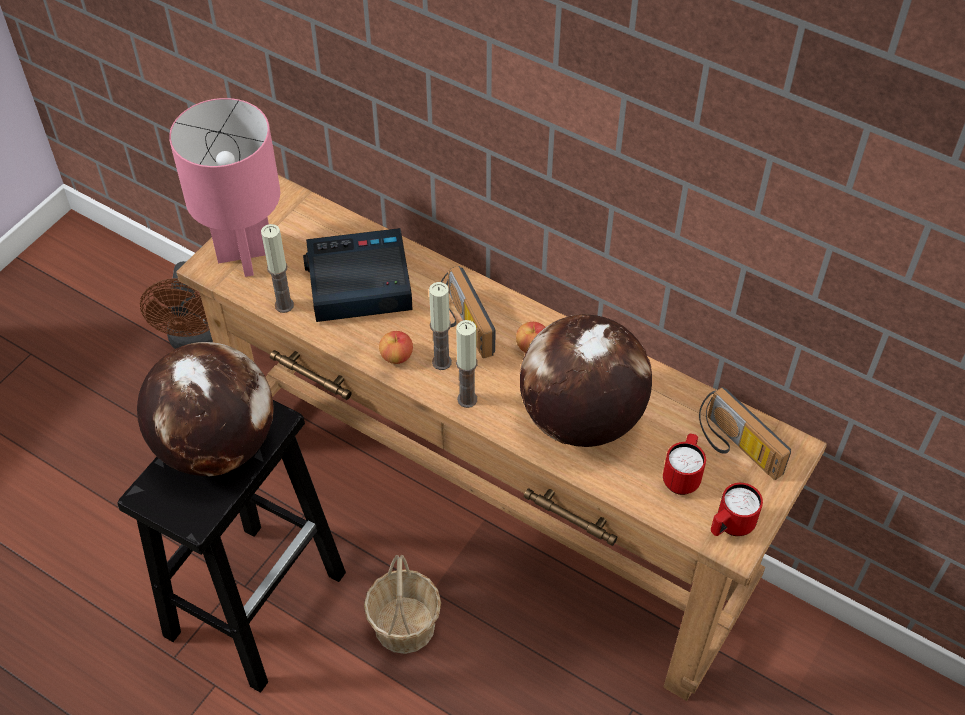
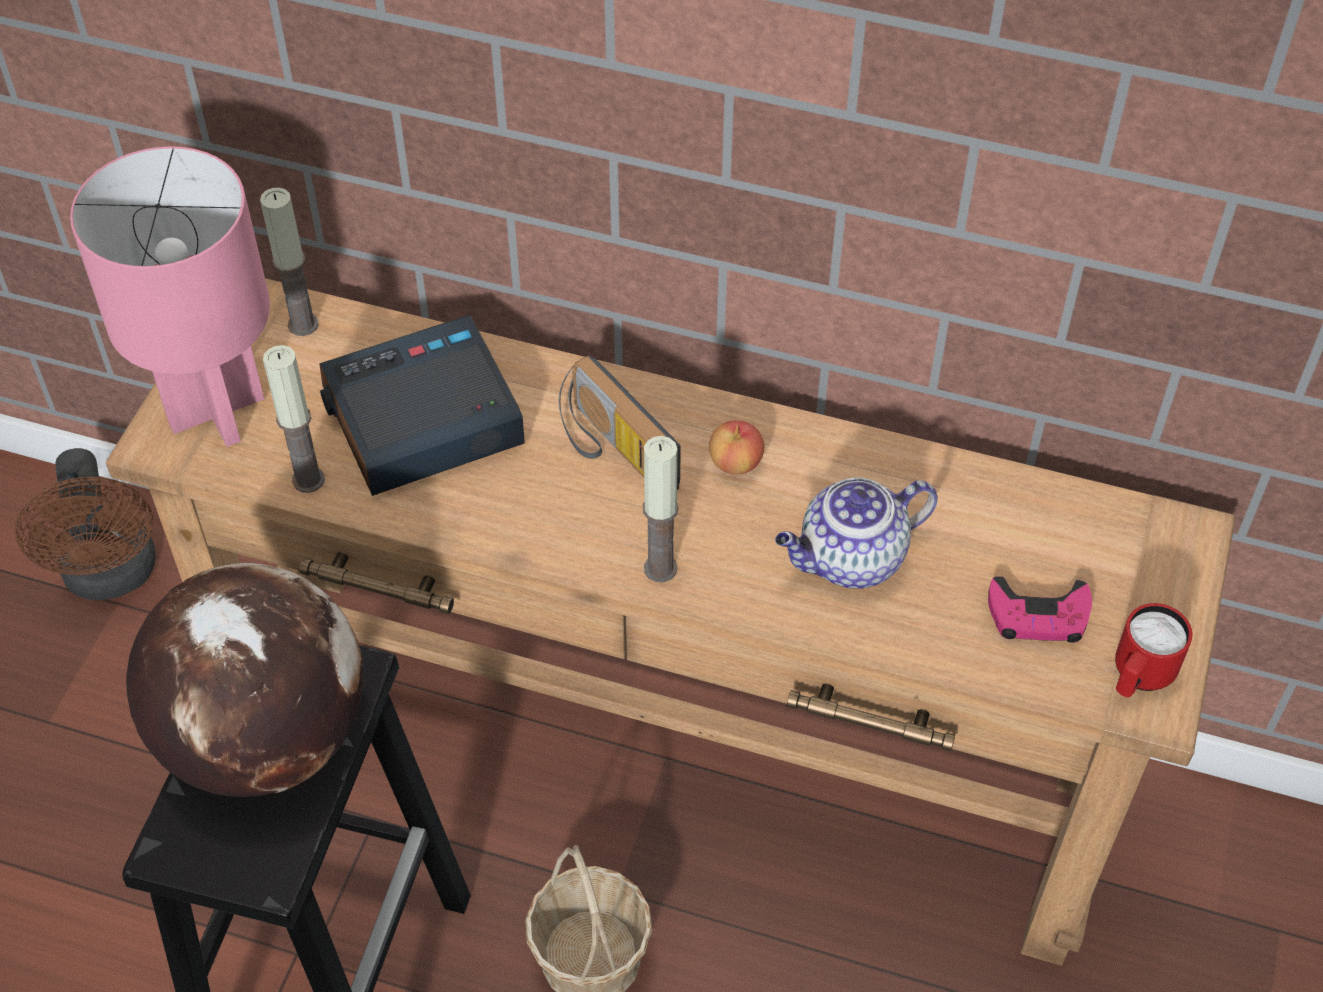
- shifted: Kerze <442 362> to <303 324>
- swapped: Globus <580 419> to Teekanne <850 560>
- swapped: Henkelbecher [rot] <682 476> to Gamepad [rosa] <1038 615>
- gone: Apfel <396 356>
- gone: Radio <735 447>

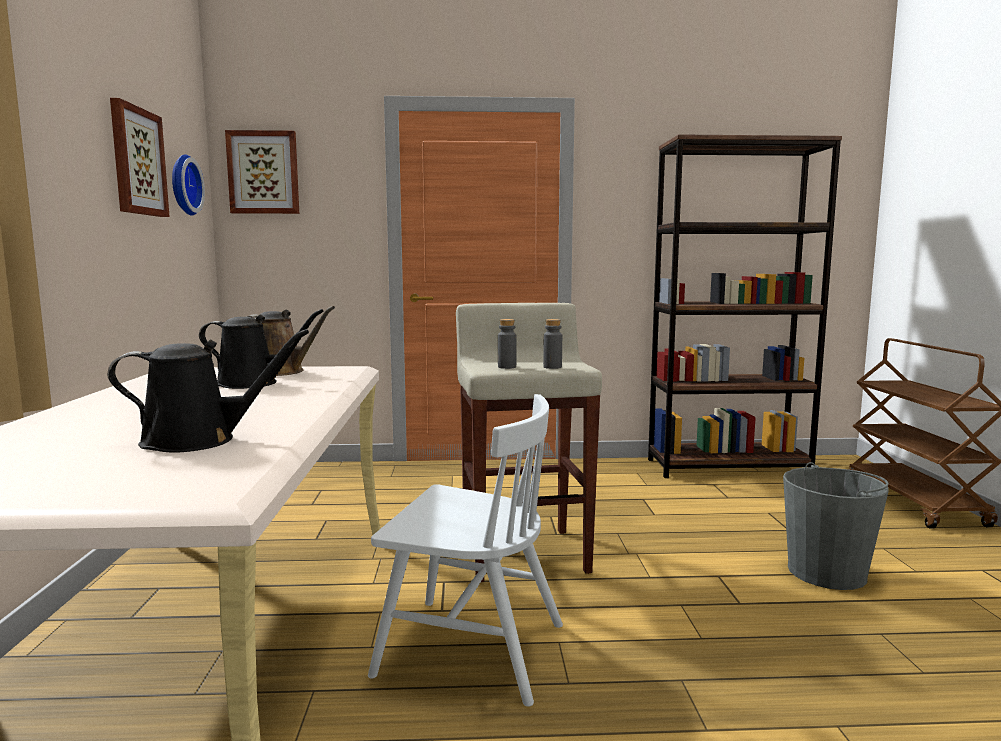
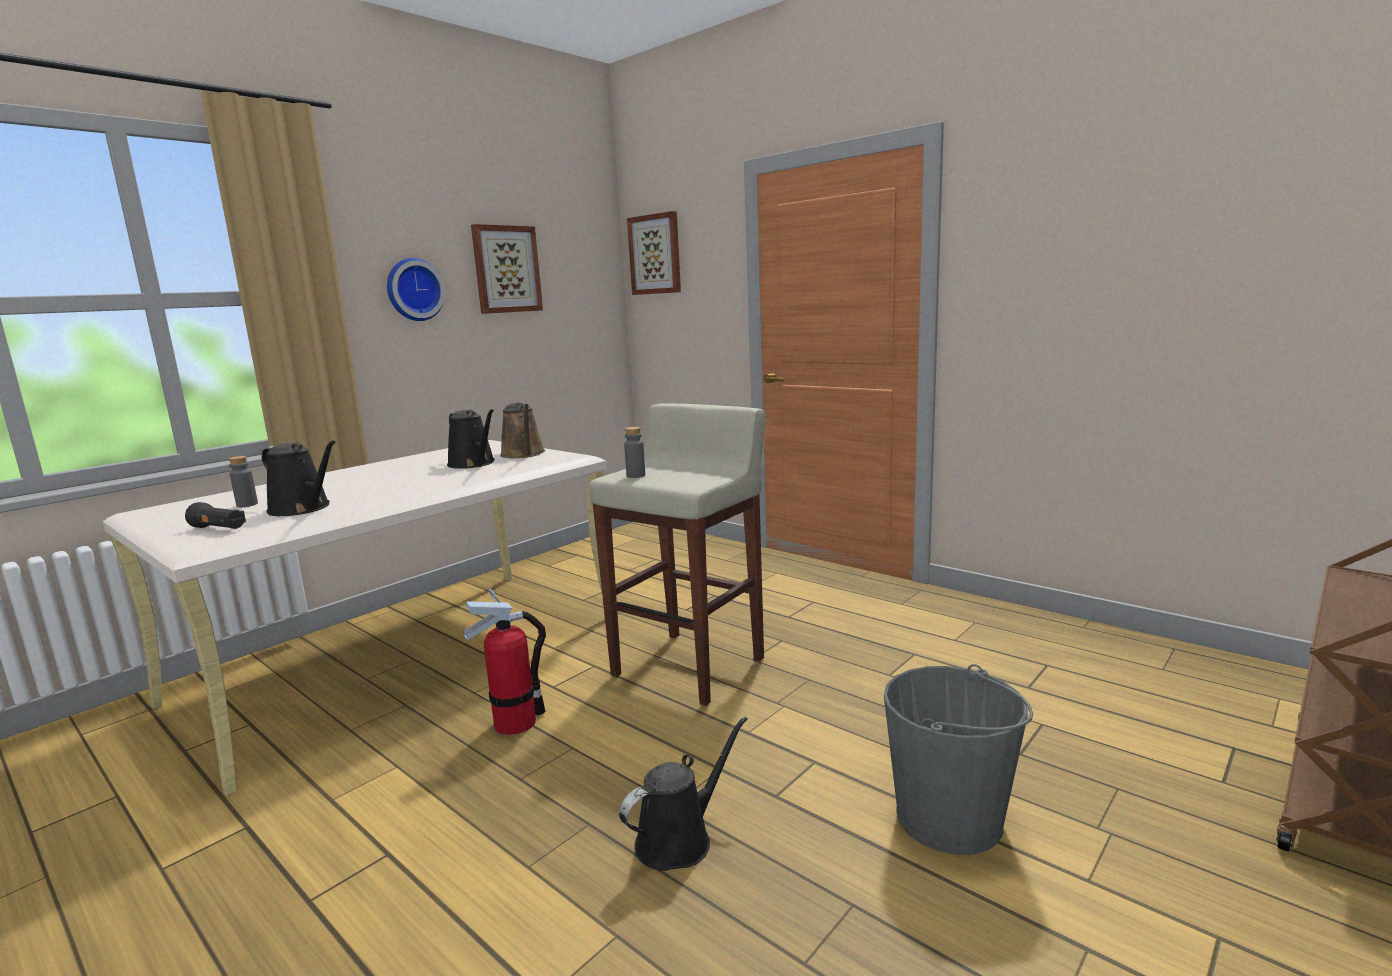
- new: Taschenlampe [schwarz] <219 529>
- shifted: Flasche [grau] <552 367> to <247 505>
- shifted: Wanduhr <183 185> to <413 290>
- swapped: Stuhl [weiß] <470 649> to Feuerlöscher <515 722>
- new: Gießkanne [schwarz] <679 839>
- gone: Bücherregal [braun] <728 467>

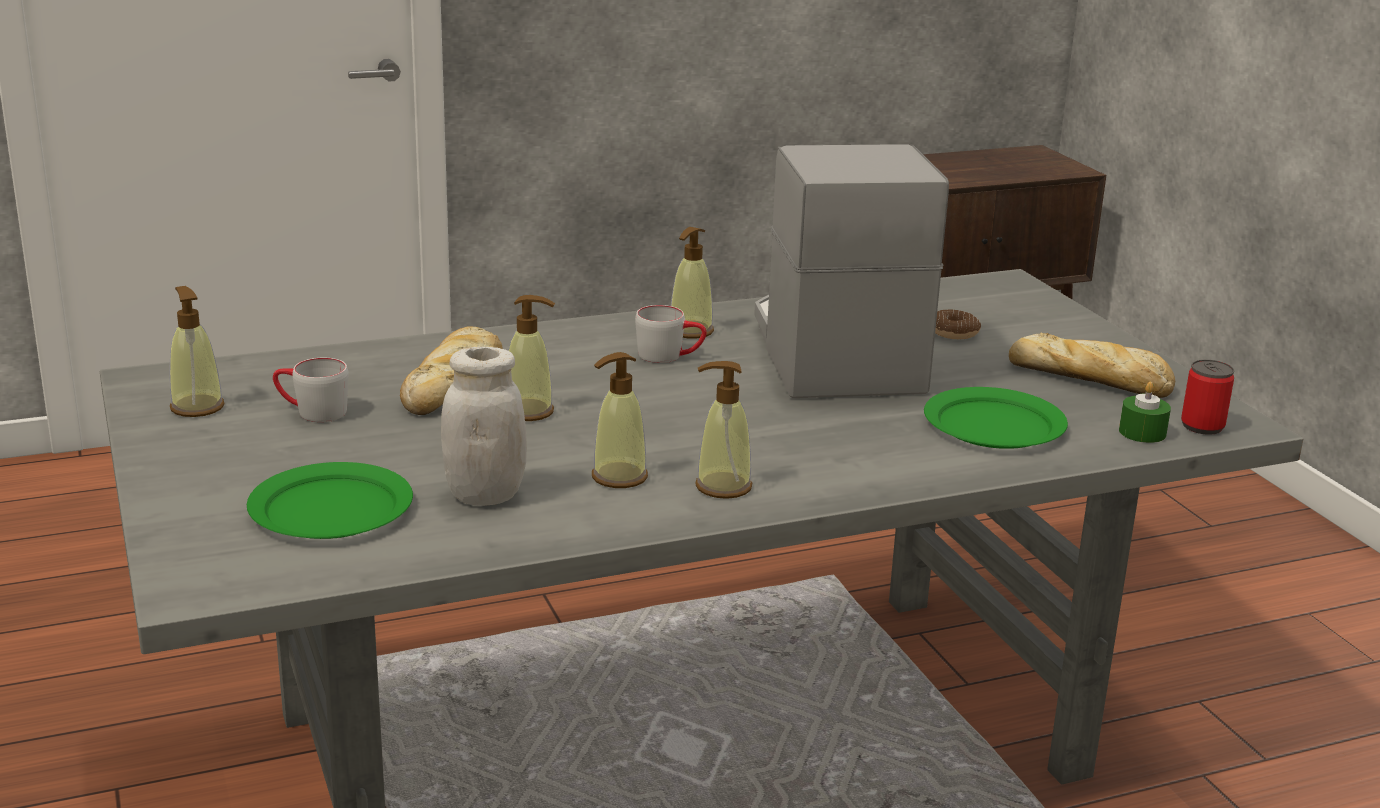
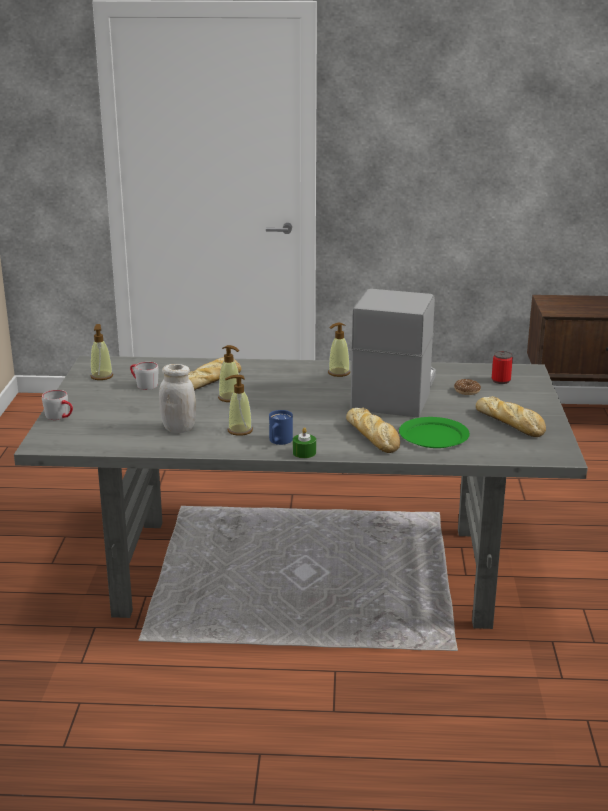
- shifted: Henkelbecher [grau] <670 356> to <60 417>
- swapped: Seifenspender <723 487> to Henkelbecher [blau] <279 442>
- shifted: Kerze [grün] <1142 432> to <304 453>
- new: Brot <373 436>
- shifted: Dose <1202 426> to <501 380>
- gone: Teller [grün] <330 508>

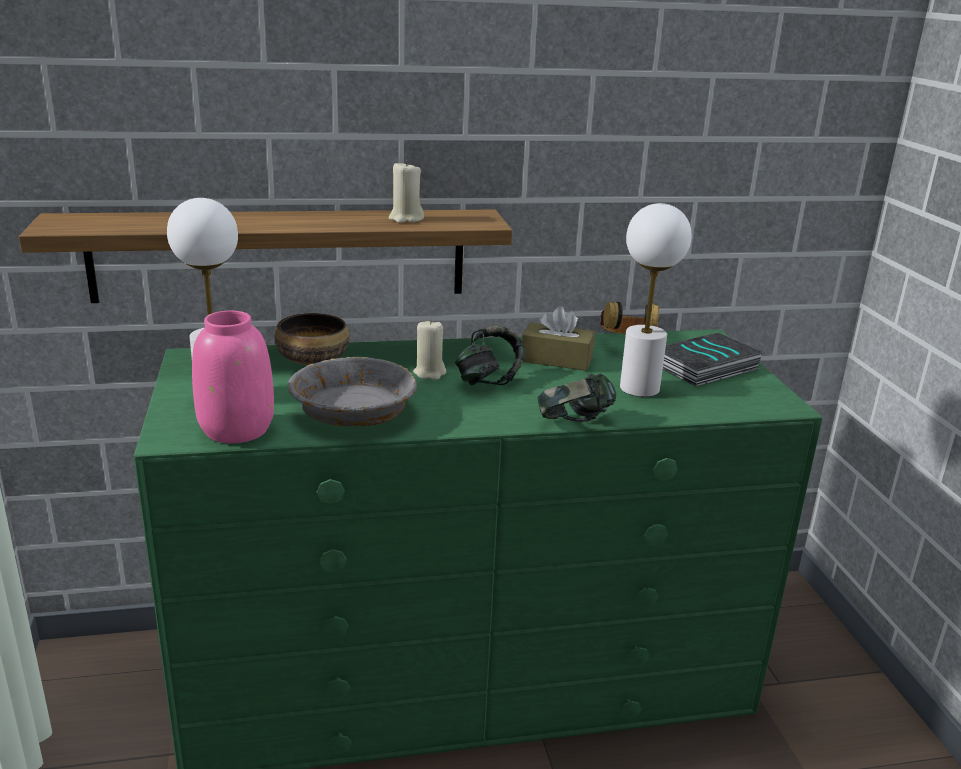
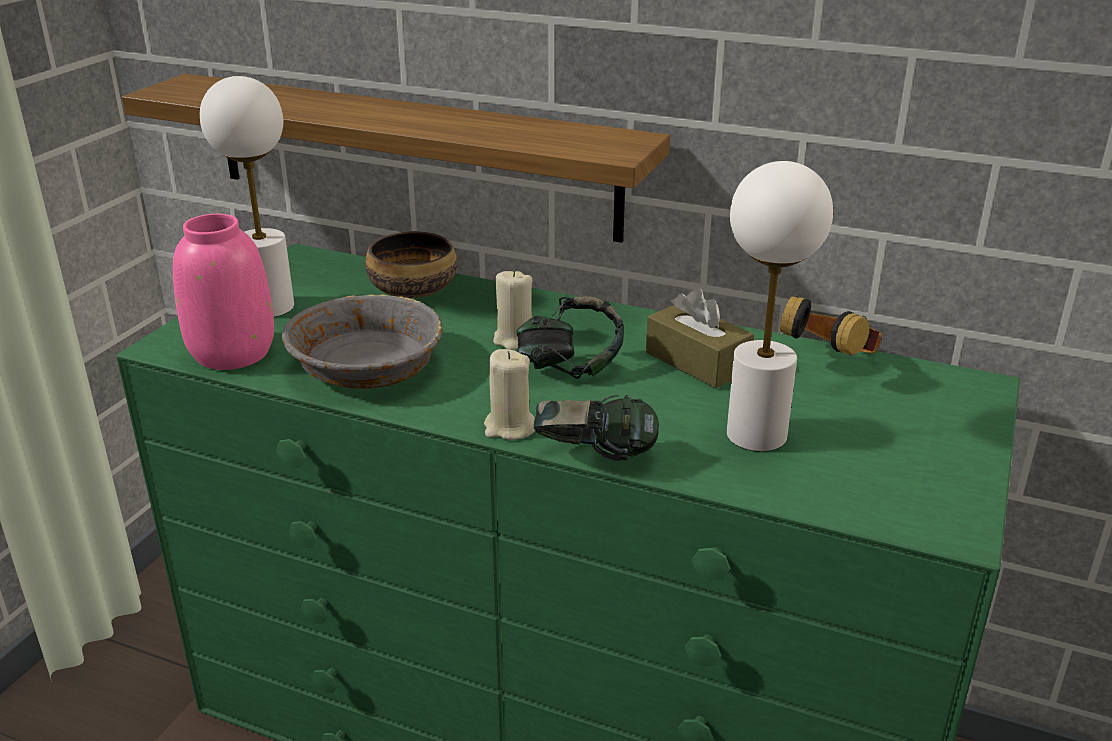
- shifted: Kerze [beige] <406 218> to <509 427>
- gone: Buch <706 367>

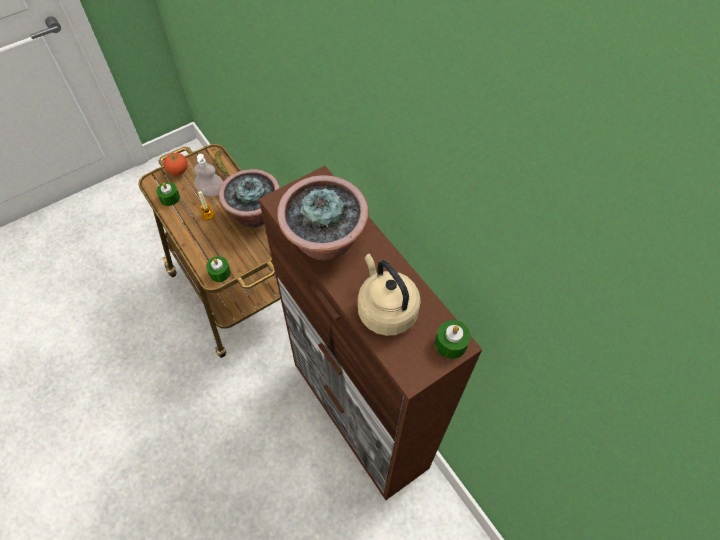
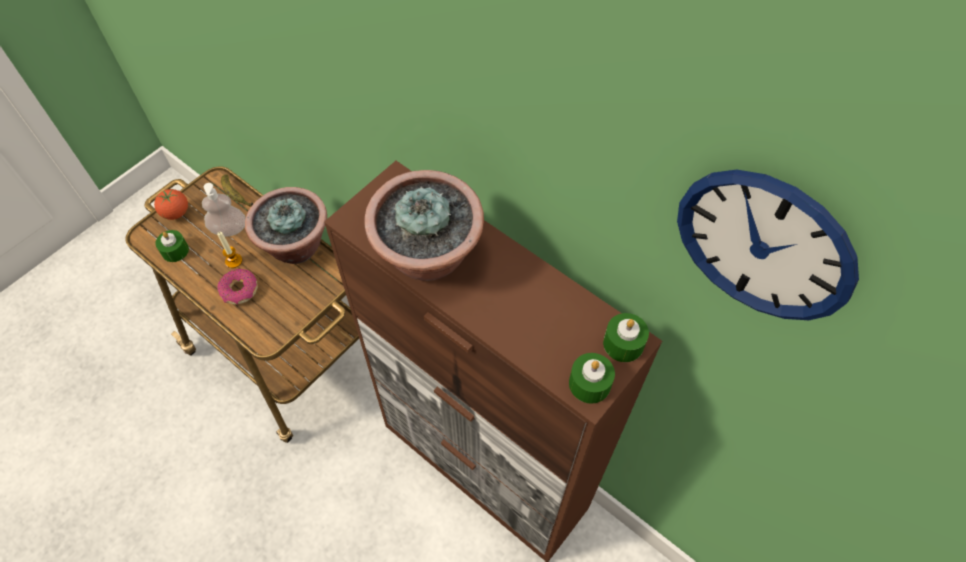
- new: Donut <239 290>
- shifted: Kerze [grün] <220 272> to <589 383>
- new: Wanduhr <763 246>
- gone: Wasserkessel [beige] <385 309>

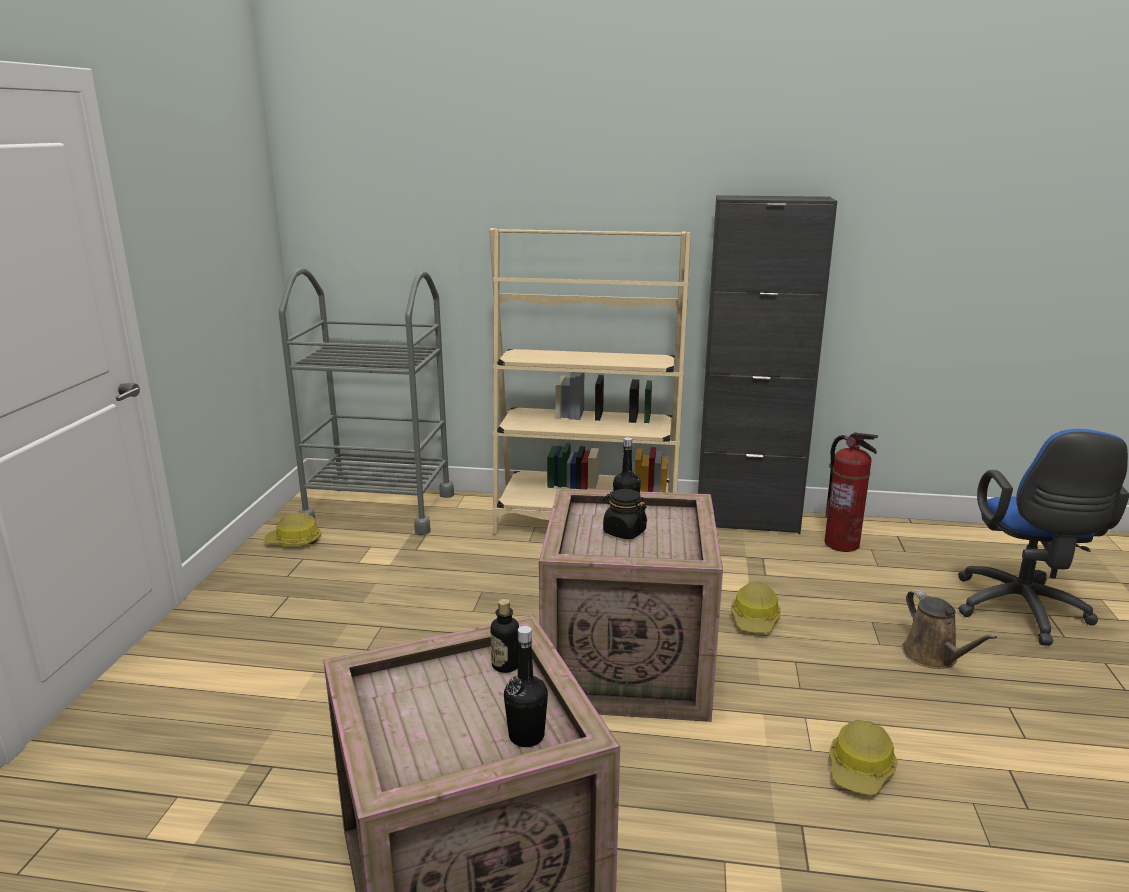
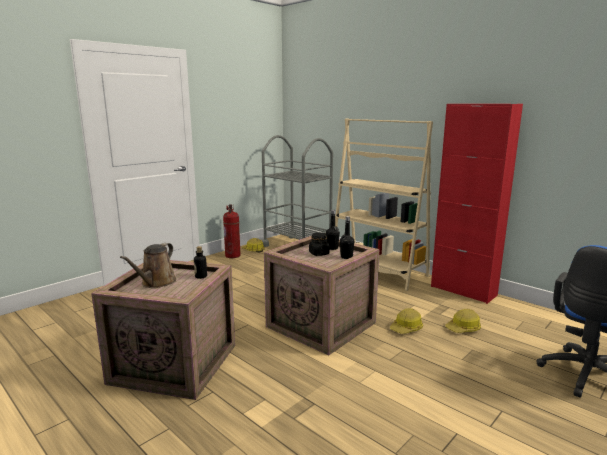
- shifted: Gießkanne [braun] <933 657> to <156 283>
- shifted: Feuerlöscher <841 544> to <232 255>
- shifted: Flasche [schwarz] <526 736> to <346 257>
- repainted: Schrank [schwarz] <747 521> to Schrank [rot] <463 291>
- shifted: Schutzhelm <861 769> to <463 328>

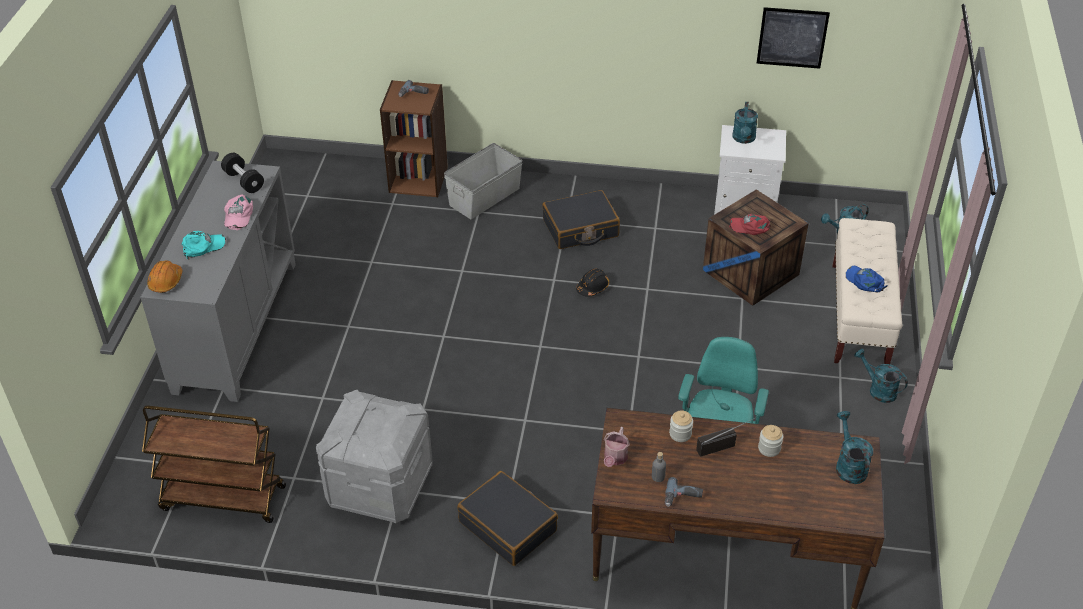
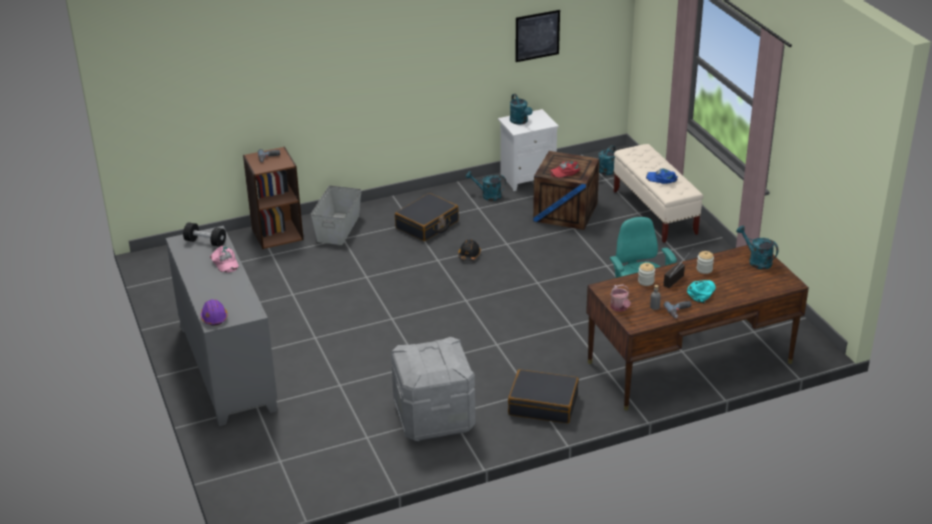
- repainted: Schutzhelm [orange] <166 281> to Schutzhelm [lila] <214 317>
- shifted: Gießkanne [türkis] <878 389> to <488 196>
- shifted: Kappe [türkis] <203 246> to <701 292>
- gone: Rollwagen [braun] <222 498>

